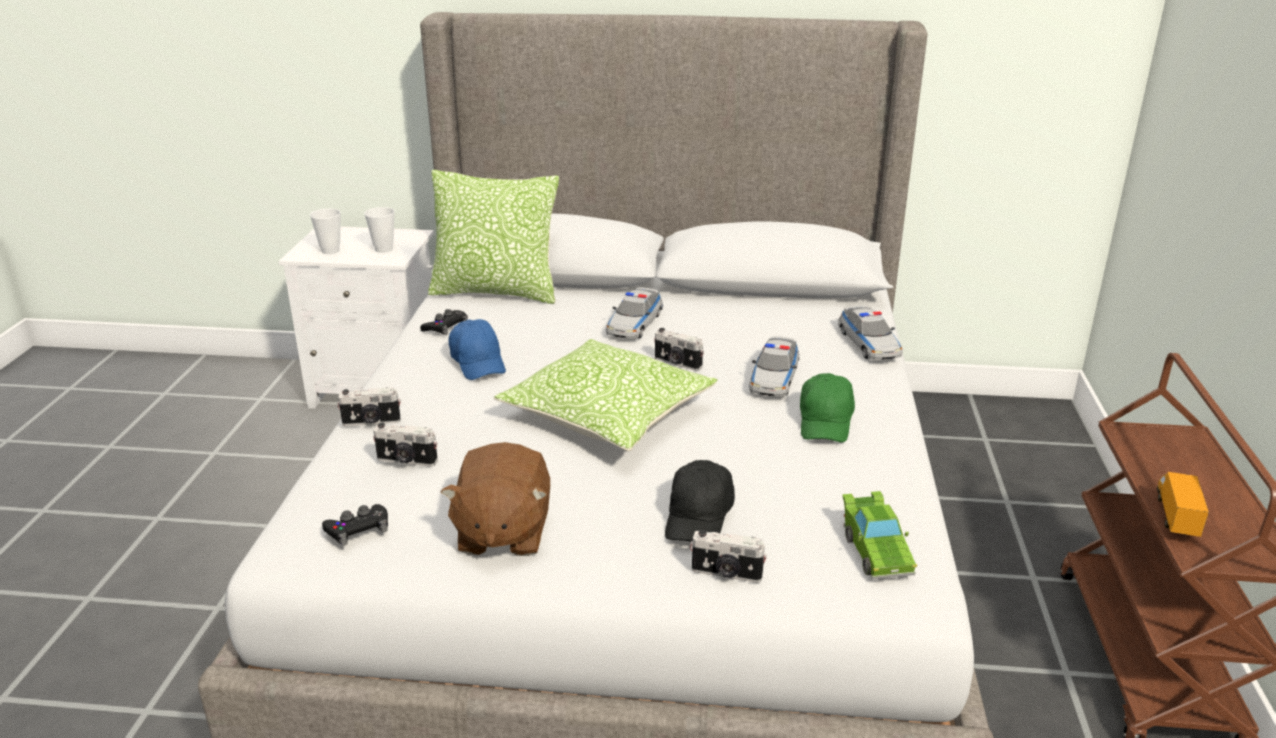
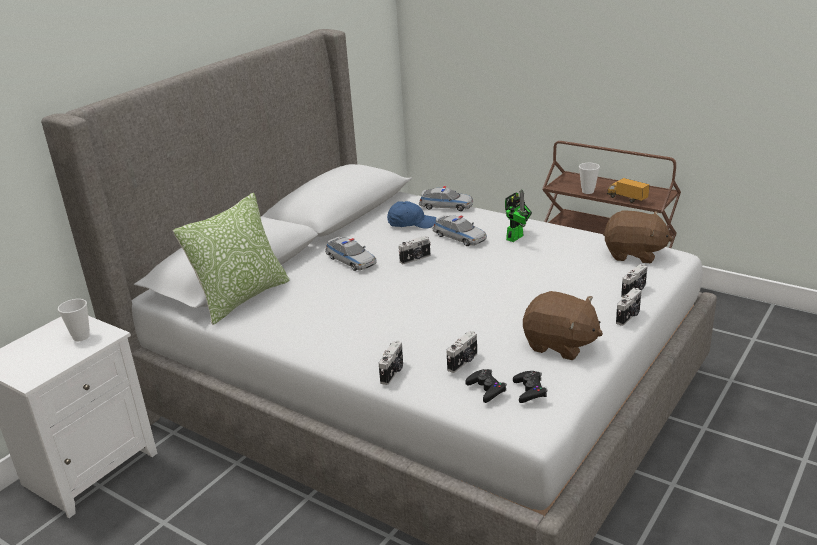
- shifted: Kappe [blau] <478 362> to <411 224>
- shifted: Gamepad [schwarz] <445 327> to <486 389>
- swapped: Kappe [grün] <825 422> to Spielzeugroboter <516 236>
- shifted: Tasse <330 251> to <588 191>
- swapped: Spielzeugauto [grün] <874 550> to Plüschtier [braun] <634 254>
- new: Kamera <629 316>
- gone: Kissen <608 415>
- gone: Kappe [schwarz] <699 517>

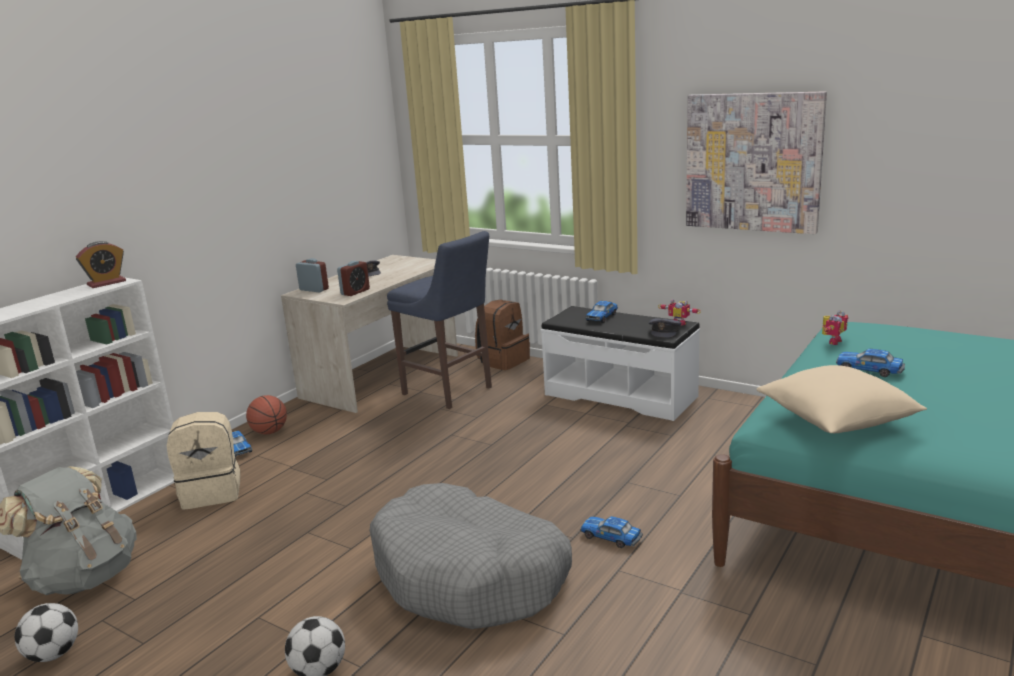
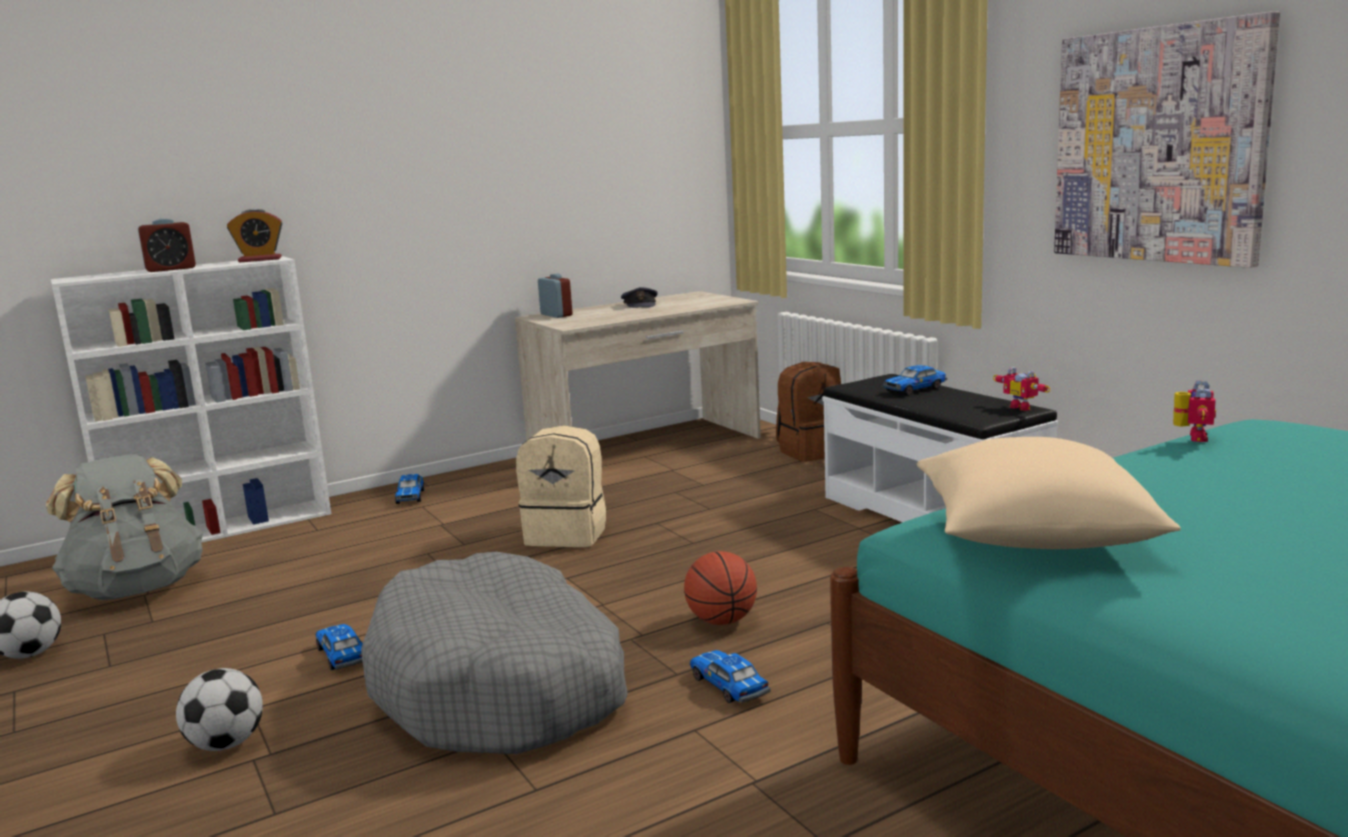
- shifted: Wecker <355 292> to <171 269>
- shifted: Spielzeugauto <869 370> to <342 656>
- shifted: Rucksack [beige] <212 492> to <567 534>
- shifted: Basketball <270 432> to <722 621>
- rotated: Spielzeugroboter <831 341> = <1191 437> 45 degrees counterclockwise
- gone: Hocker [blau] <450 392>
- gone: Kappe [grau] <664 331>

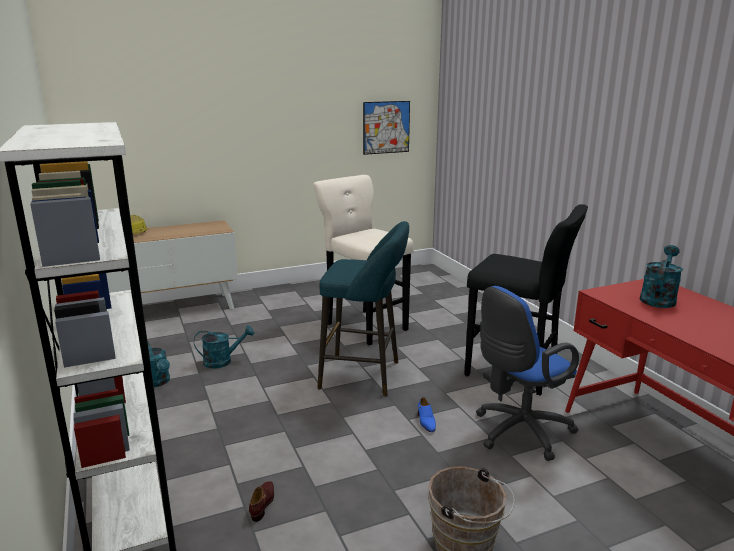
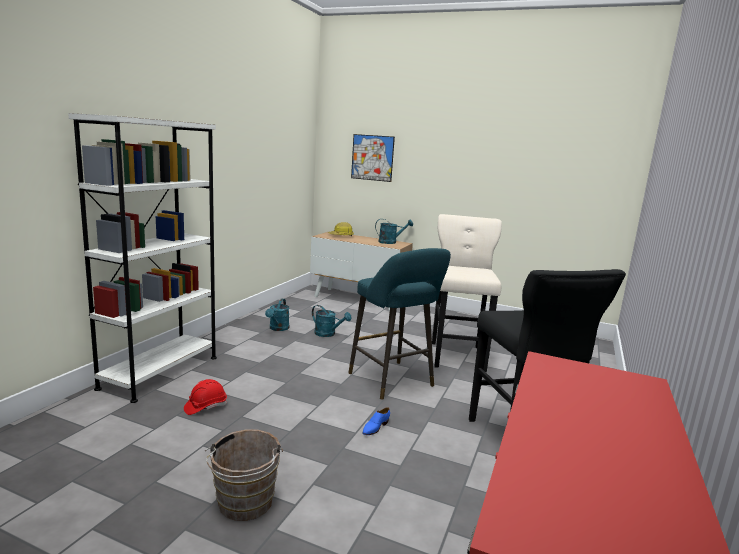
- swapped: Schuh [braun] <263 503> to Schutzhelm [rot] <205 407>
- shifted: Bild <386 127> to <372 157>
- shifted: Gießkanne [türkis] <658 298> to <390 242>
- gone: Bürostuhl [blau] <518 433>

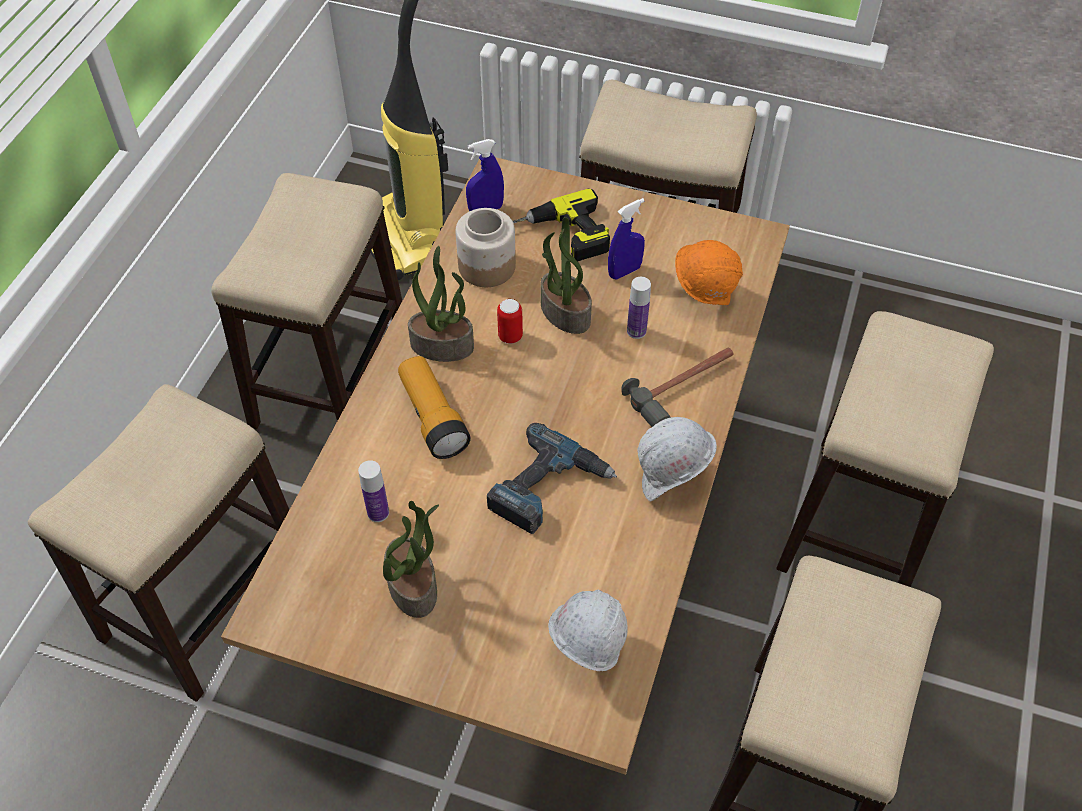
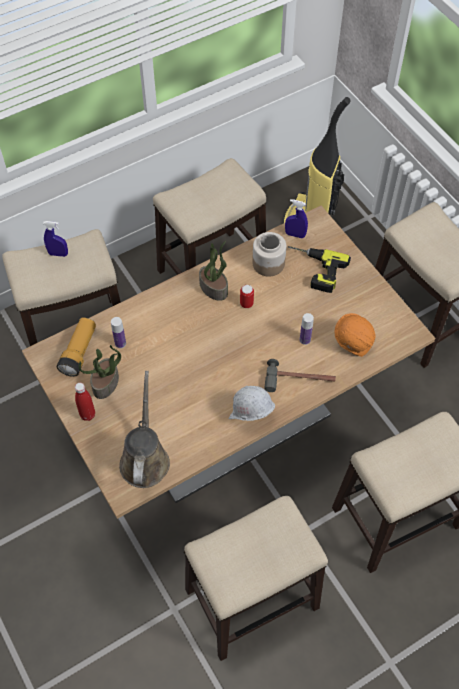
- shifted: Sprühflasche [blau] <624 271> to <58 254>
- shifted: Taschenlampe <432 418> to <79 352>
- new: Flasche [rot] <87 415>
- swapped: Schutzhelm [weiß] <583 650> to Gießkanne [braun] <145 458>
- gone: Bohrmaschine <548 488>
- gone: Topfpflanze <564 313>

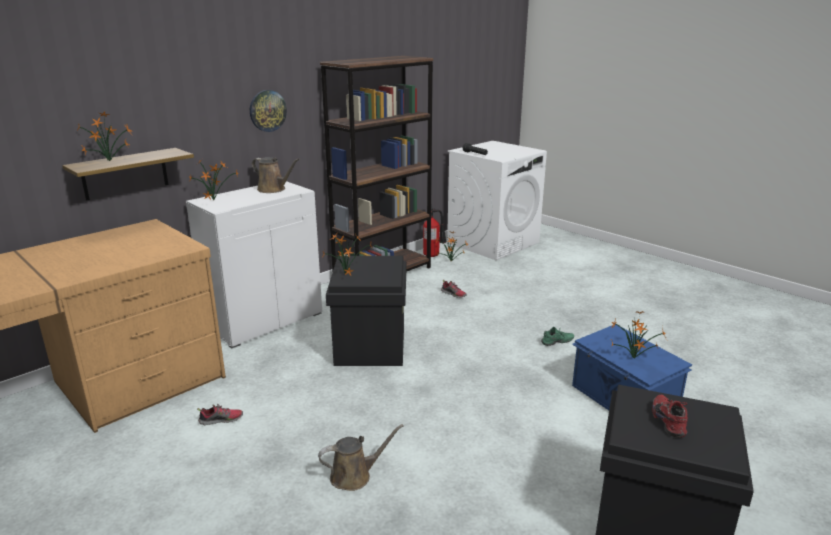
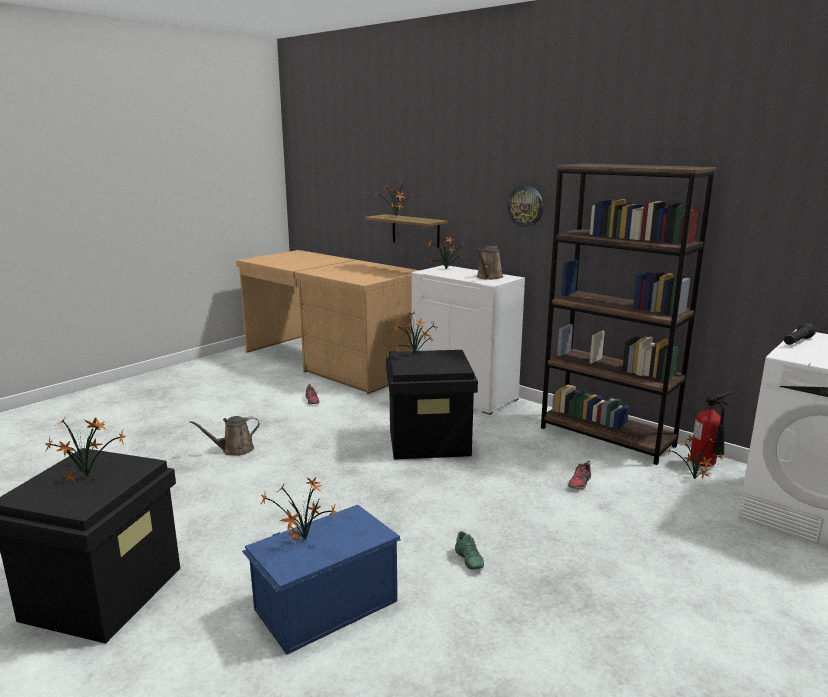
- swapped: Schuh [rot] <670 422> to Topfpflanze <88 476>
- rotated: Gießkanne [braun] <354 476> = <234 450> 90 degrees clockwise

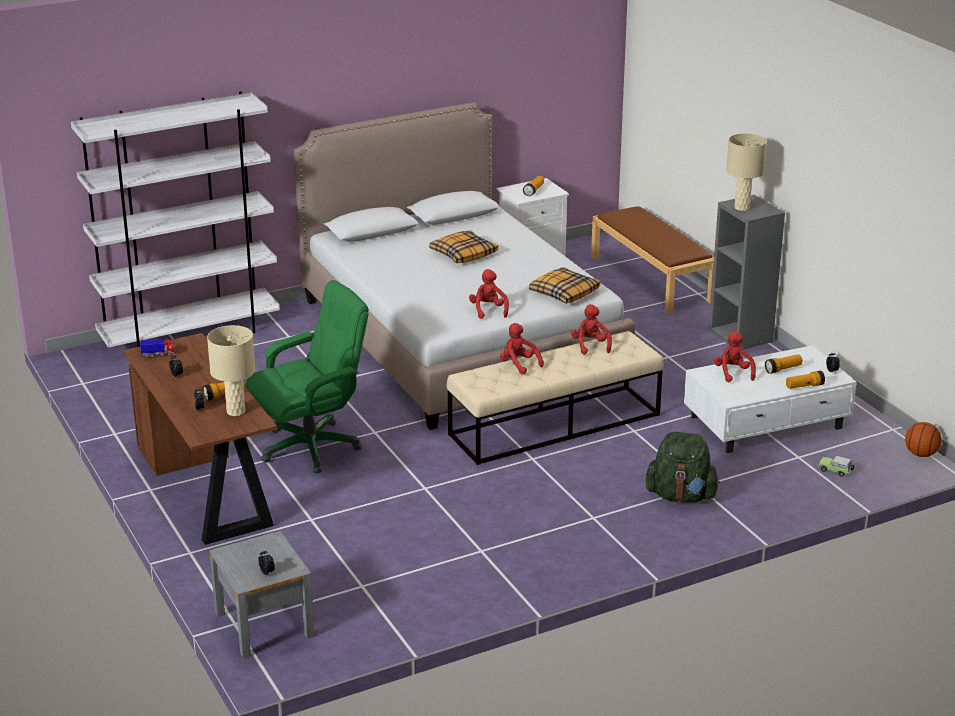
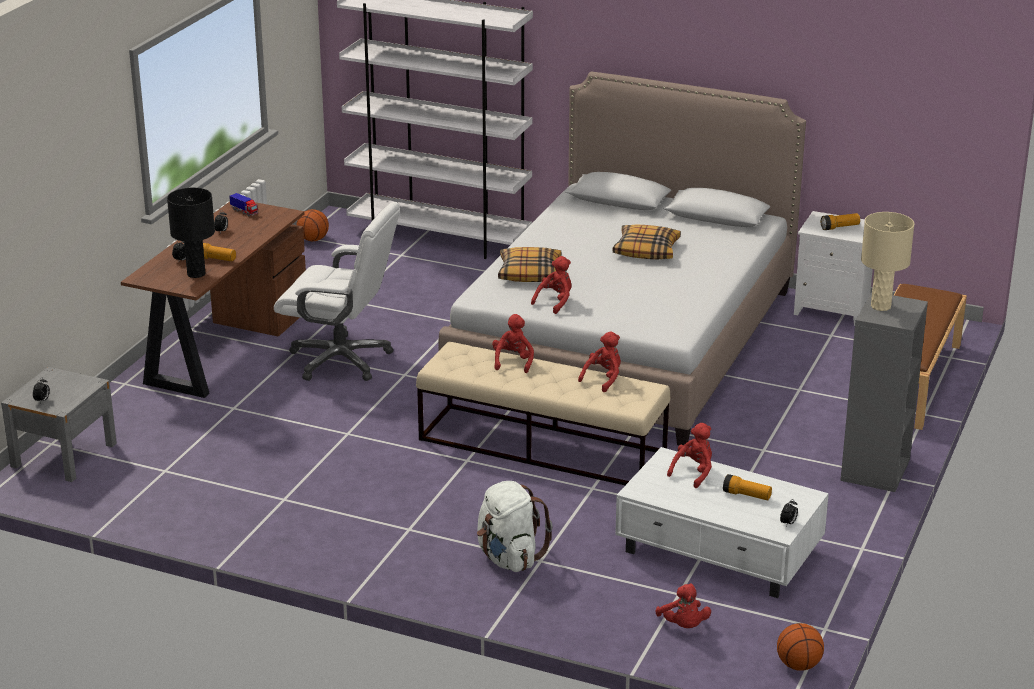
- repainted: Tischlampe [beige] <236 411> to Tischlampe [schwarz] <196 274>
- repainted: Bürostuhl [grün] <311 447> to Bürostuhl [weiß] <341 360>
- new: Basketball <313 240>
- repainted: Rucksack [grün] <681 496> to Rucksack [weiß] <509 558>
- shifted: Kissen <564 293> to <530 273>
- swapped: Spielzeugauto <836 471> to Plüschtier [rot] <683 626>
- gone: Taschenlampe <804 386>

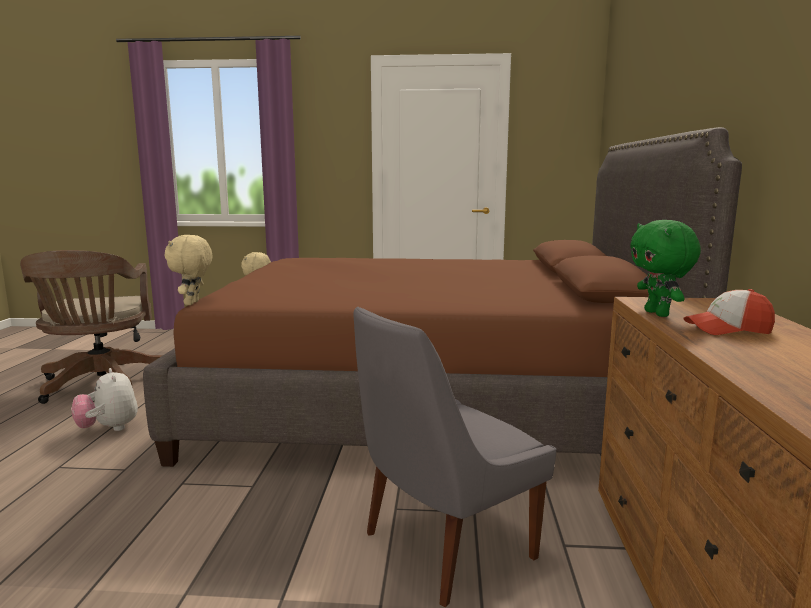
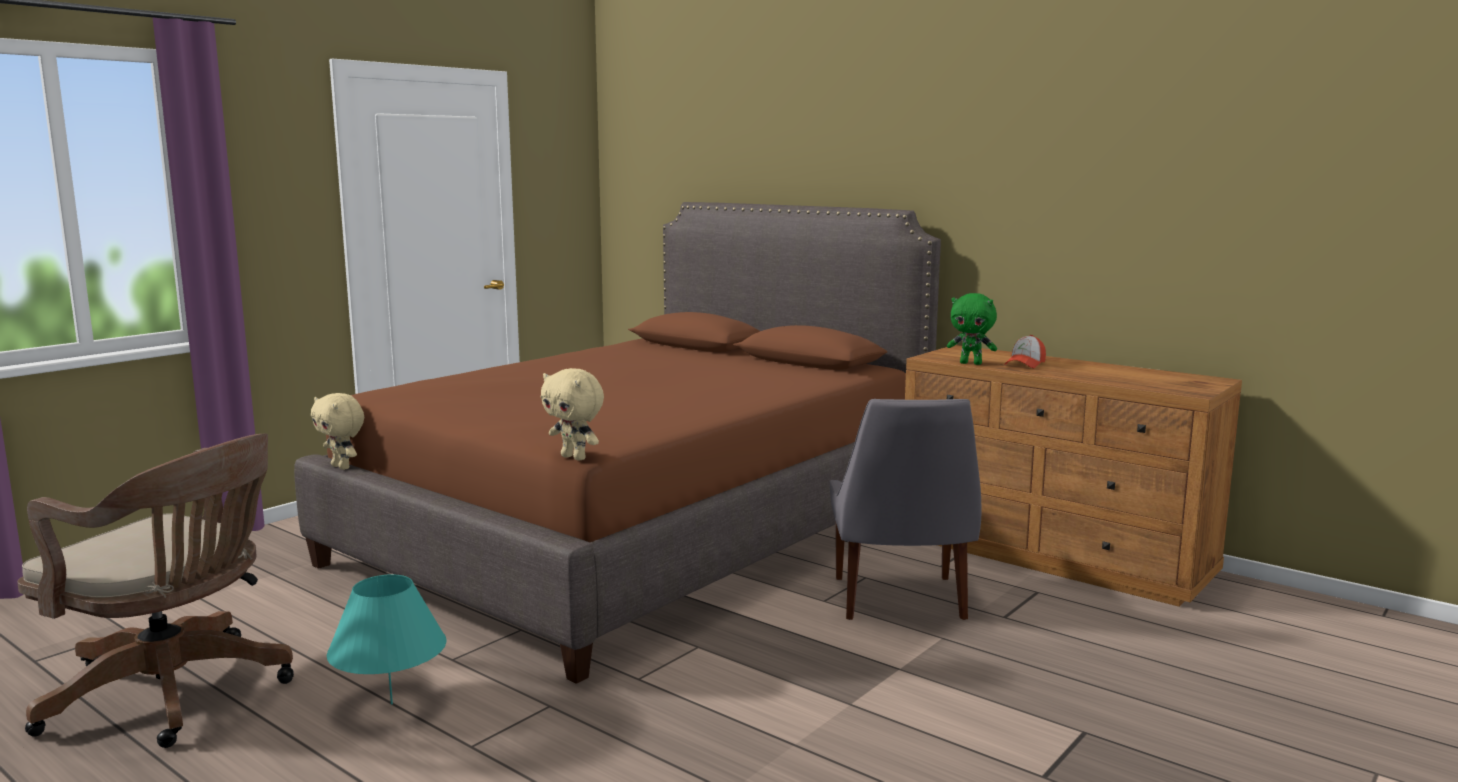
- swapped: Plüschtier <109 428> to Tischlampe [türkis] <391 704>

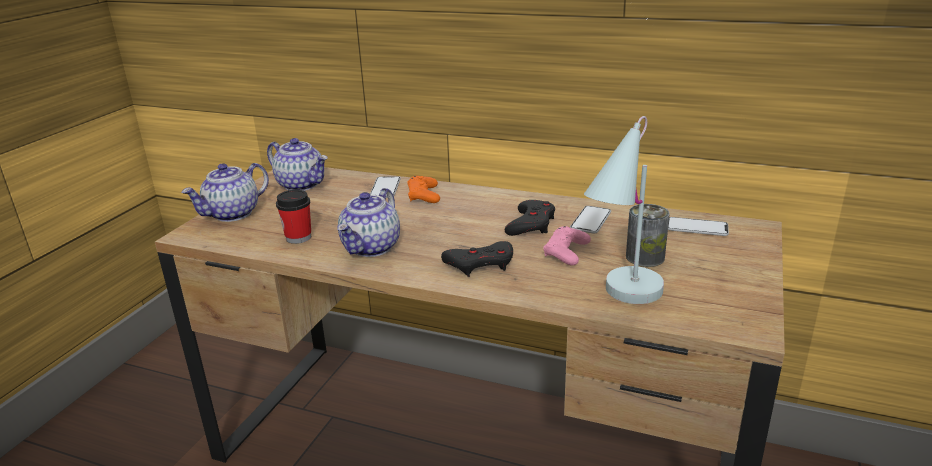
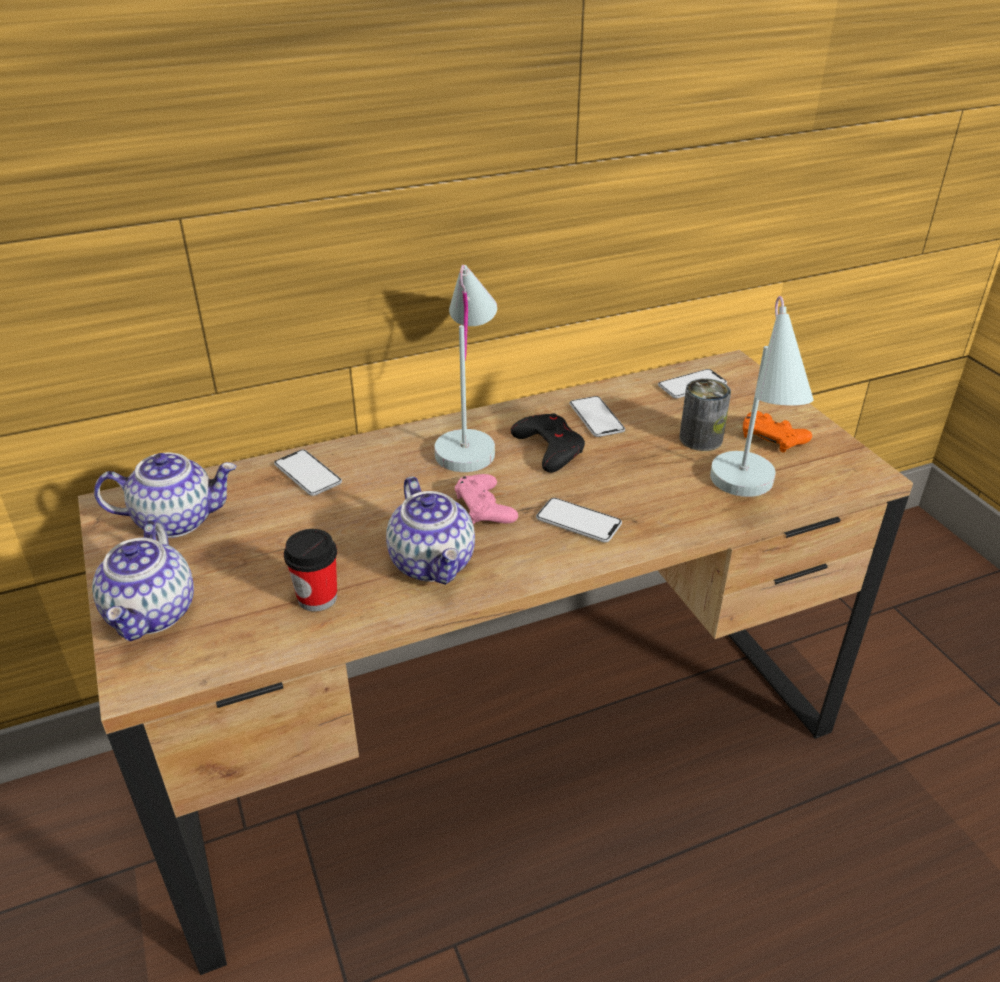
- new: Tischlampe [weiß] <469 439>
- shifted: Gamepad [rosa] <566 252> to <484 507>
- swapped: Gamepad [schwarz] <480 264> to Handy <578 521>
- shifted: Gamepad [orange] <423 195> to <772 438>

